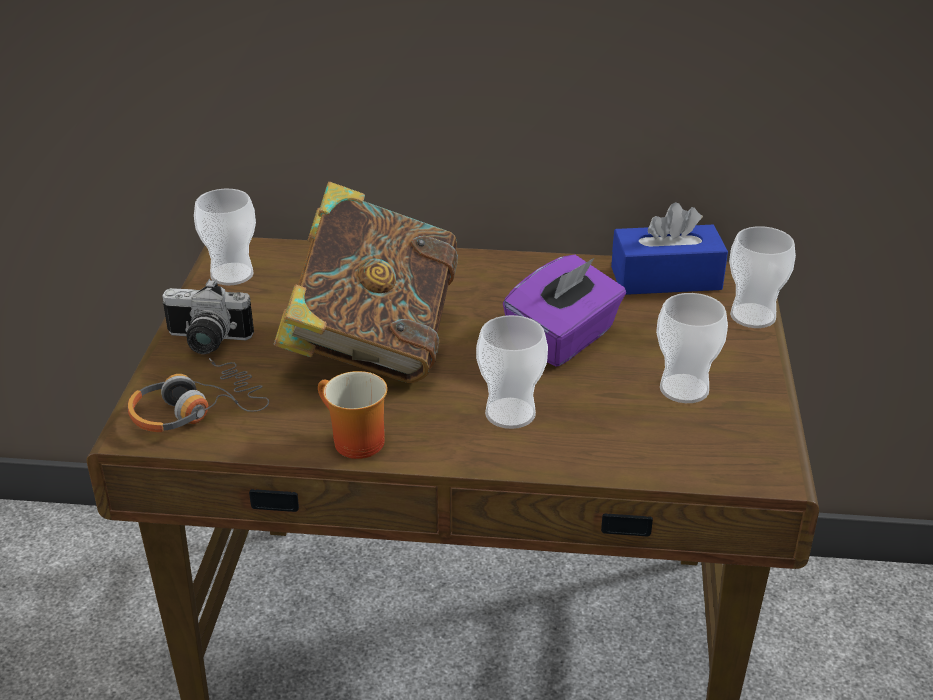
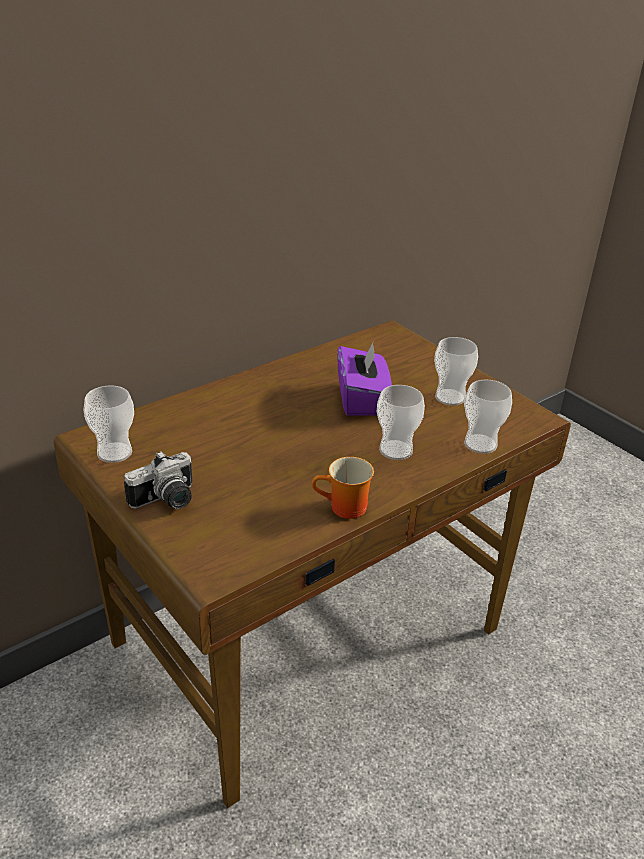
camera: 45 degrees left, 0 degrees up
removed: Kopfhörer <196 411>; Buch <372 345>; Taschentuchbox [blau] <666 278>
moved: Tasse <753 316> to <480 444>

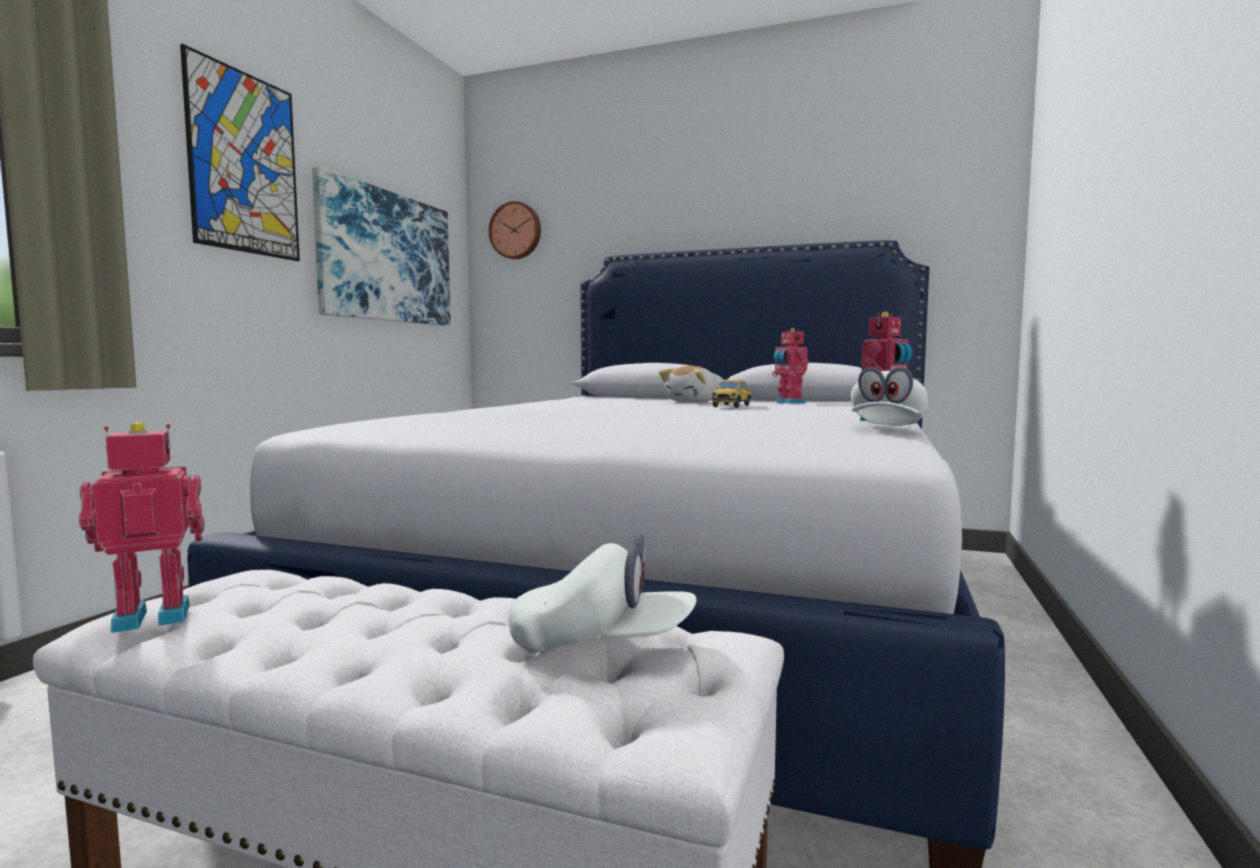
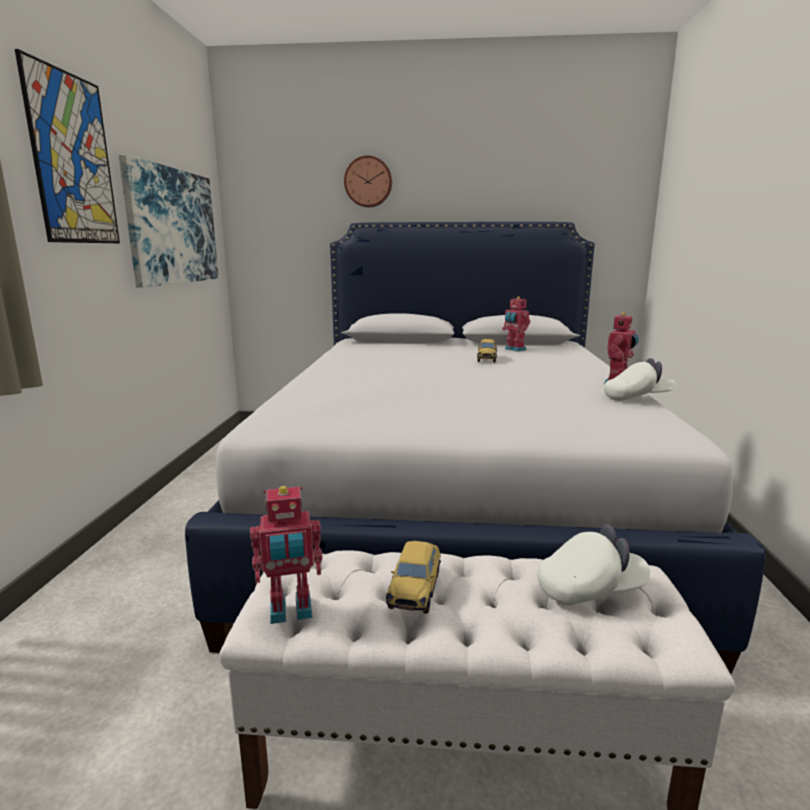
camera: 15 degrees left, 10 degrees up
removed: Plüschtier <694 402>
added: Spielzeugauto <415 589>
moved: Wanduhr <516 231> to <368 182>
turned: Spielzeugroboter <153 616> = <291 611> 150 degrees counterclockwise; Kappe [weiß] <886 428> = <637 398> 105 degrees counterclockwise

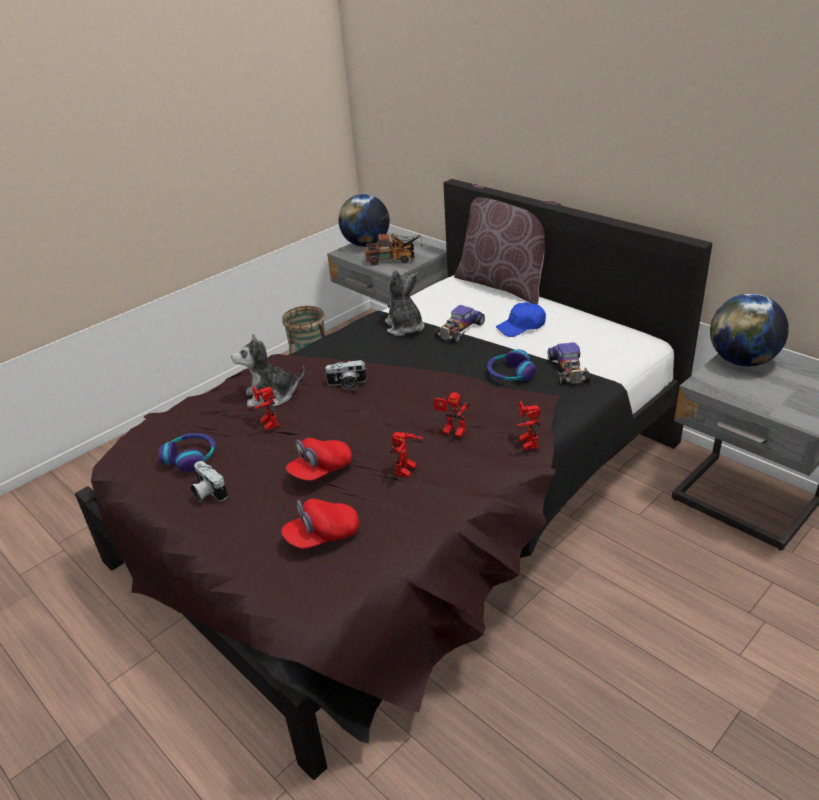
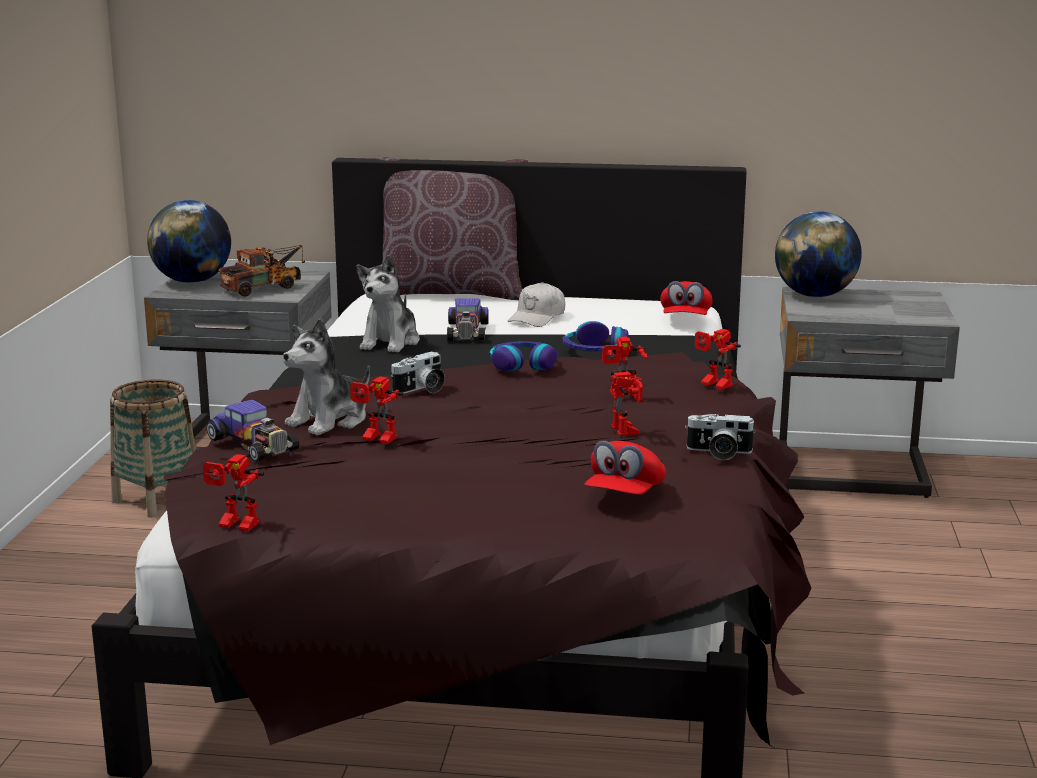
camera: 40 degrees left, 15 degrees down
added: Spielzeugroboter <234 526>
moved: Spielzeugauto <568 369> to <253 444>; Kopfhörer <191 457> to <522 364>; Kappe [rot] <321 471> to <685 320>; Kamera <207 492> to <718 453>
recoloured: Kappe [blau] <521 327> to Kappe [weiß] <537 318>
turned: Plüschtier <404 327> = <390 342> 105 degrees counterclockwise

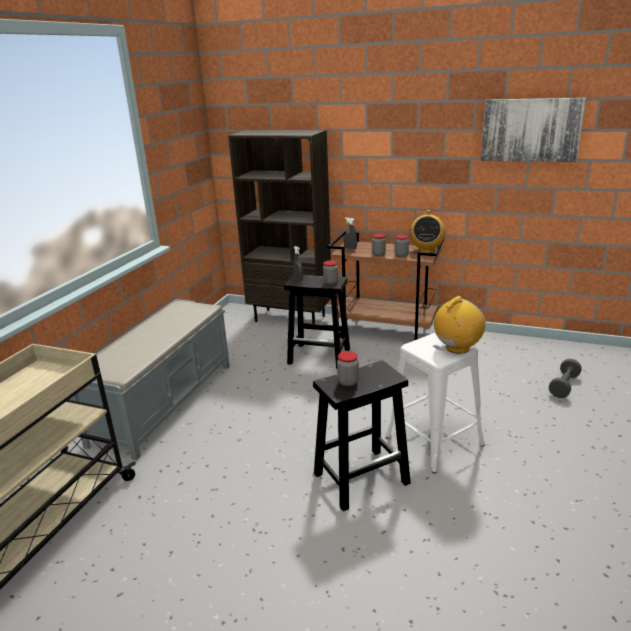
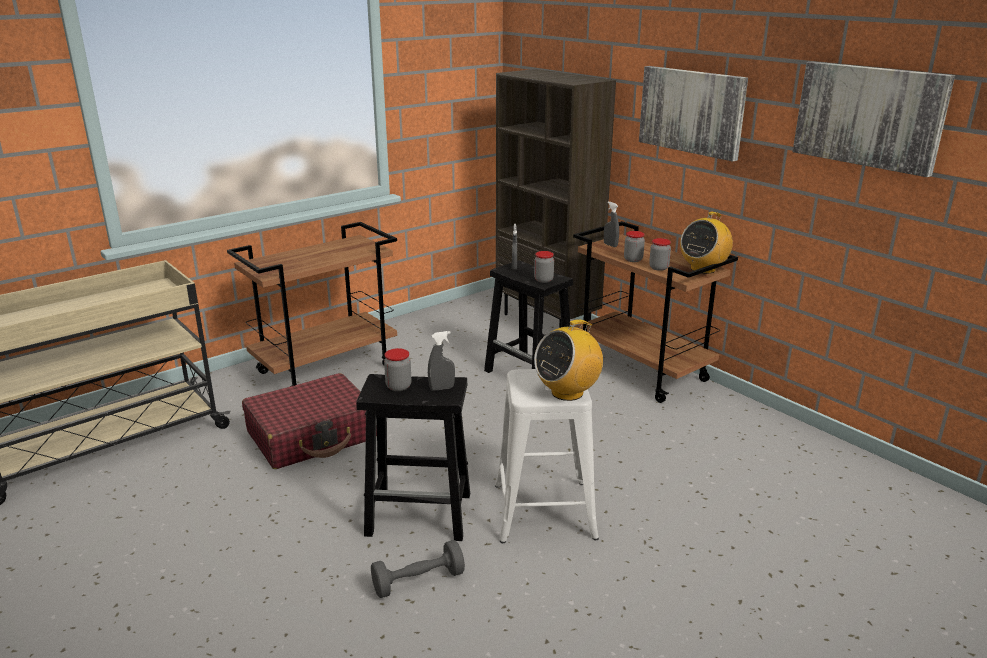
camera: 30 degrees right, 0 degrees up
added: Koffer [rot] <312 435>; Sprühflasche [grau] <441 388>; Bild <692 111>
moved: Hantel [grau] <564 386> to <418 581>
replaced: Bank [grau] <165 401> to Rollwagen [braun] <326 368>
turned: Radio <457 348> = <567 392> 150 degrees clockwise

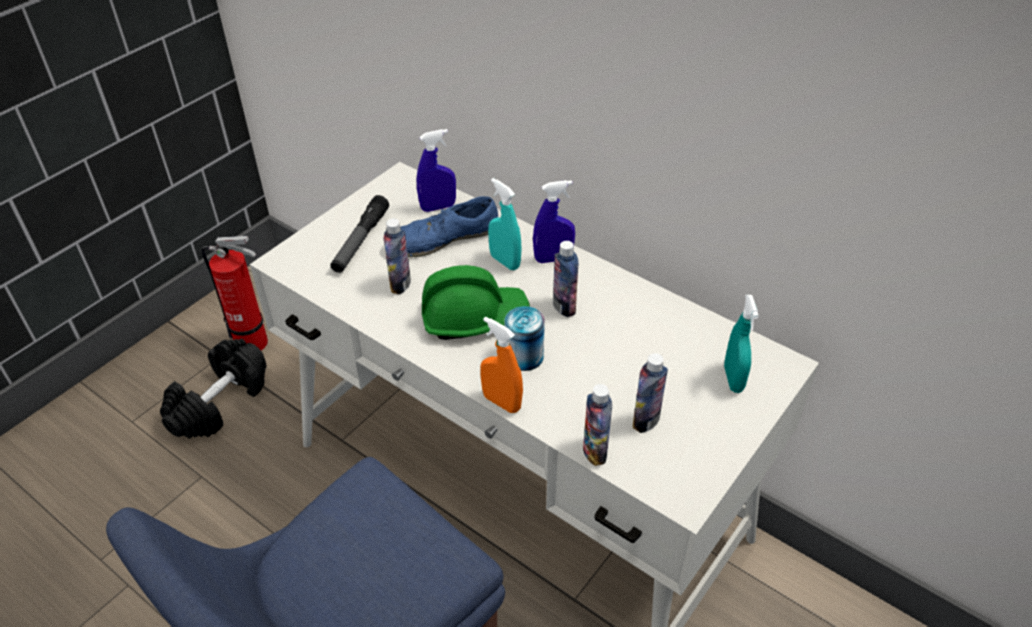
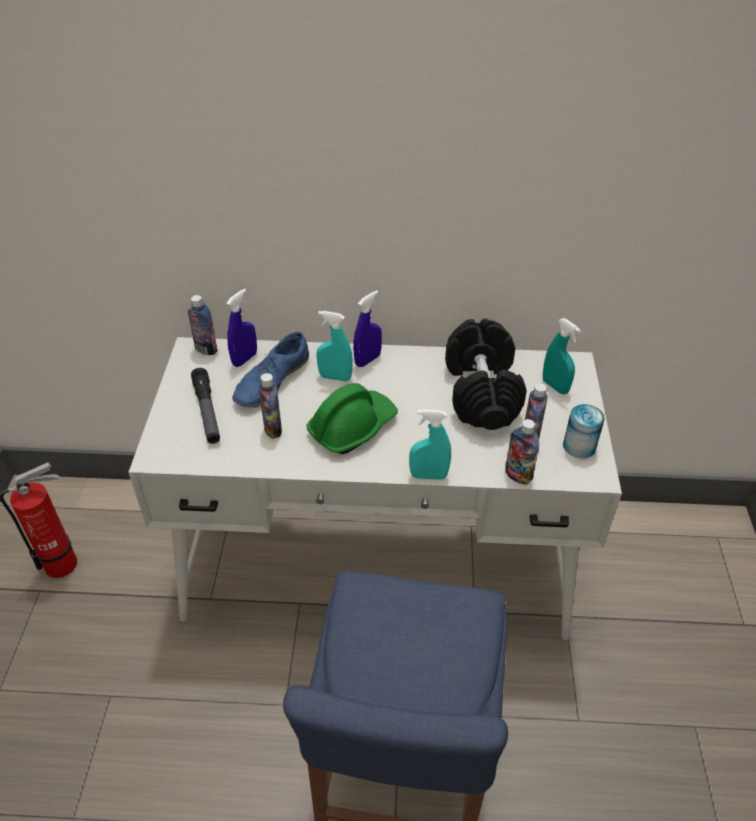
camera: 35 degrees left, 0 degrees up
moved: Flasche <564 307> to <206 349>; Hantel [schwarz] <220 403> to <482 392>; Dose <524 356> to <579 446>
recoloured: Sprühflasche [orange] <501 402> to Sprühflasche [türkis] <428 475>

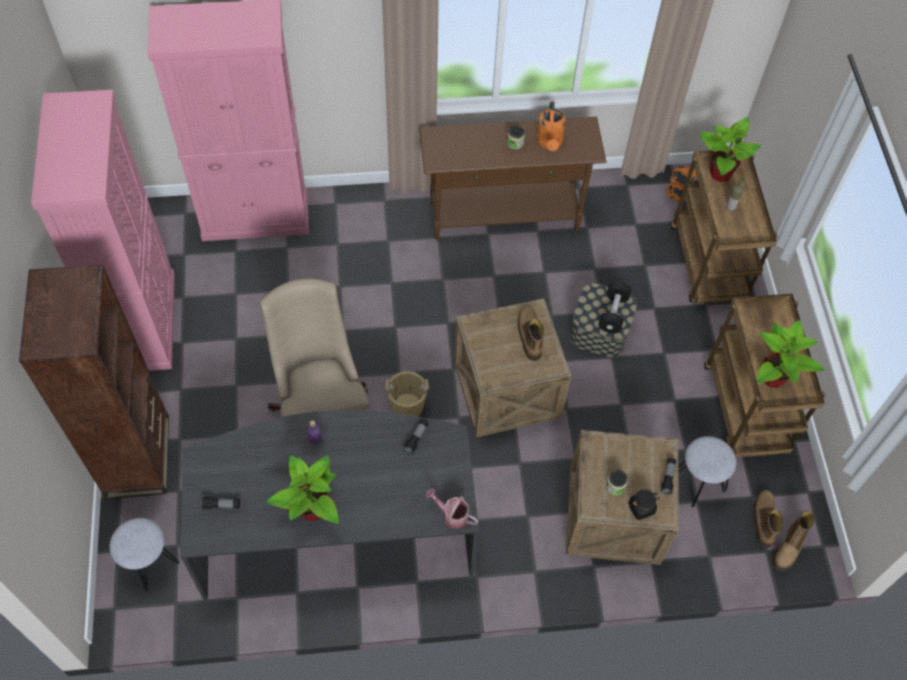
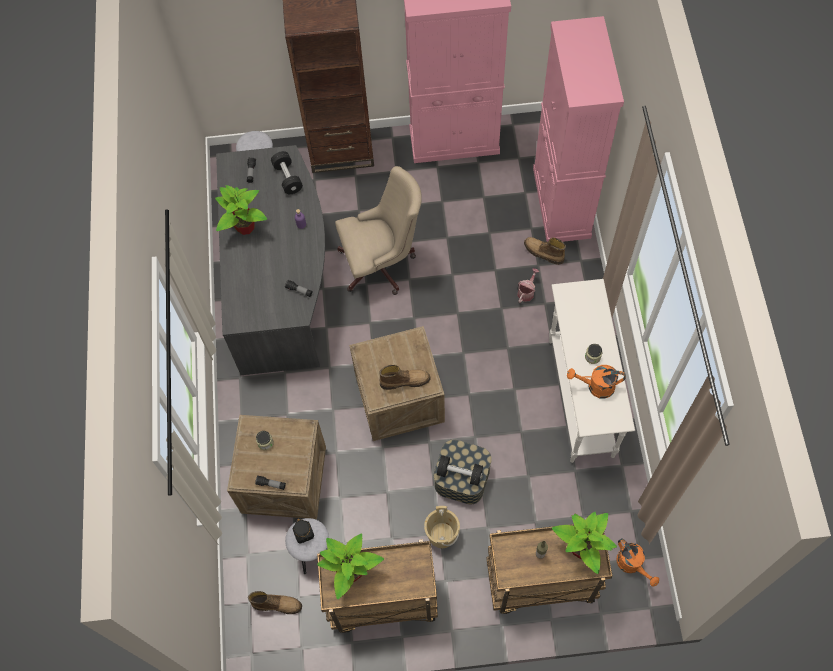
camera: 95 degrees right, 5 degrees up
added: Hantel [schwarz] <287 178>
moved: Vorratsglas [schwarz] <641 508> to <304 533>; Eimer [beige] <407 406> to <442 534>; Gießkanne <452 515> to <526 292>; Stiefel <789 548> to <543 253>
recoloured: Konsolentisch [braun] <505 217> to Konsolentisch [weiß] <580 398>

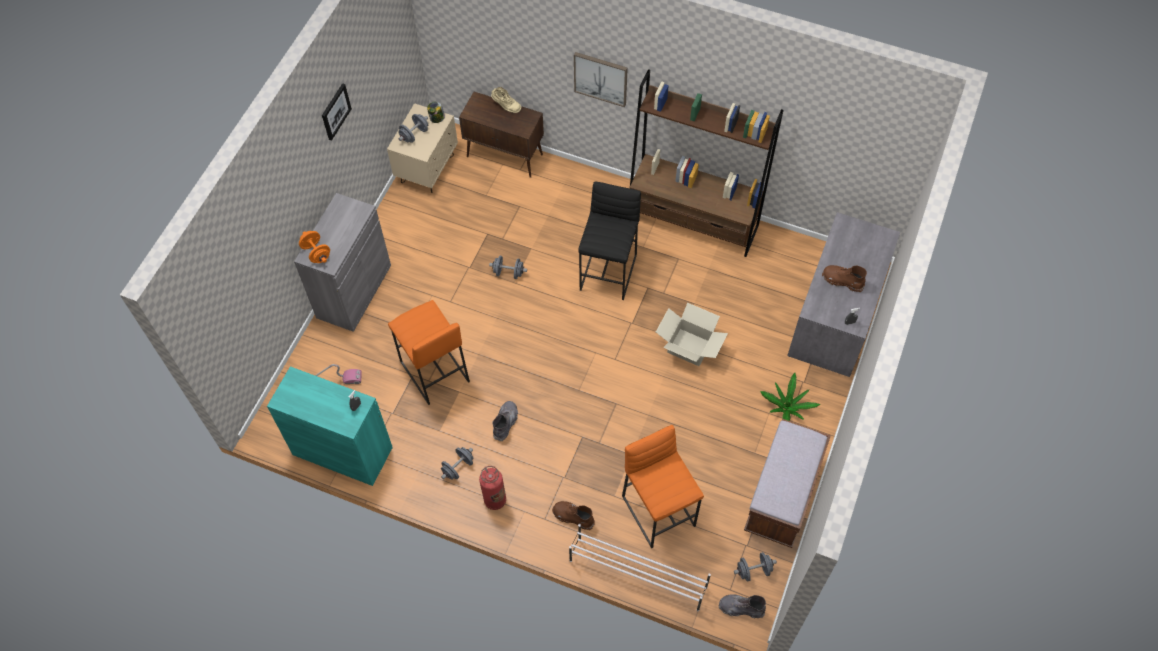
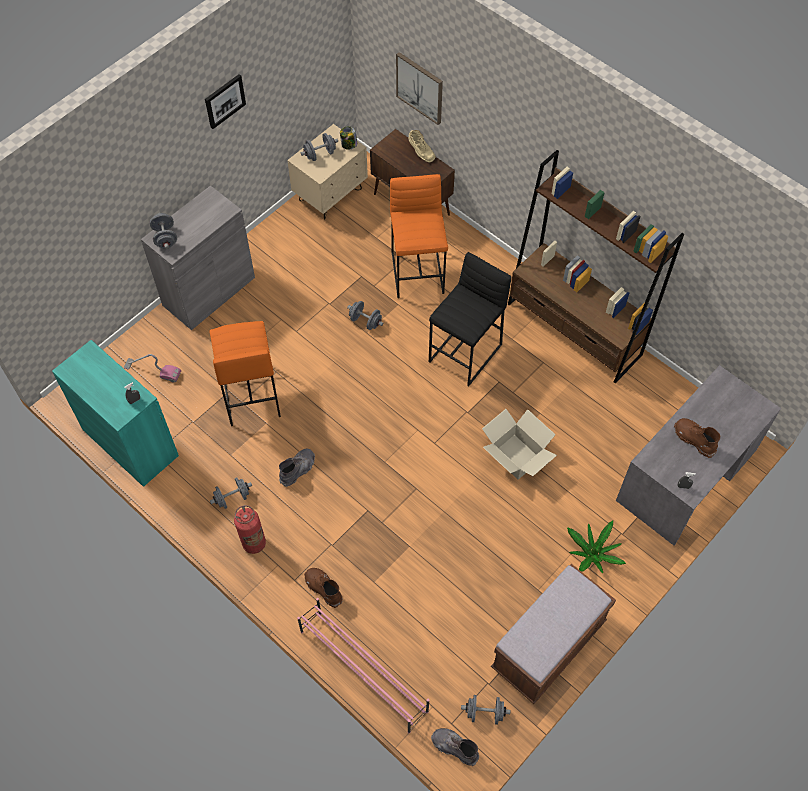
camera: 20 degrees right, 0 degrees up
moved: Hocker [orange] <659 510> to <418 272>; Bild <601 78> to <420 87>
recoloured: Hantel [orange] <316 253> to Hantel [grau] <165 238>; Schuhregal [weiß] <637 573> to Schuhregal [rosa] <363 670>

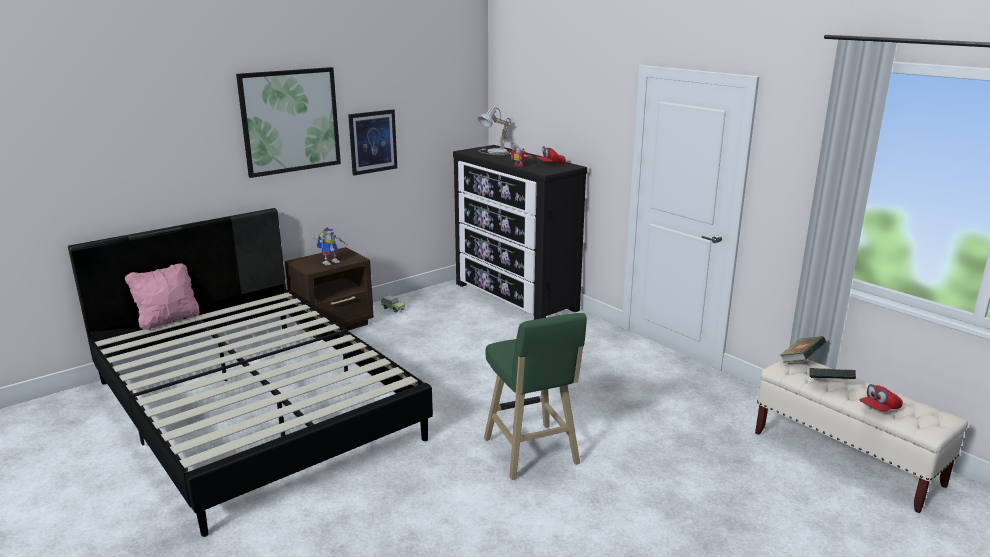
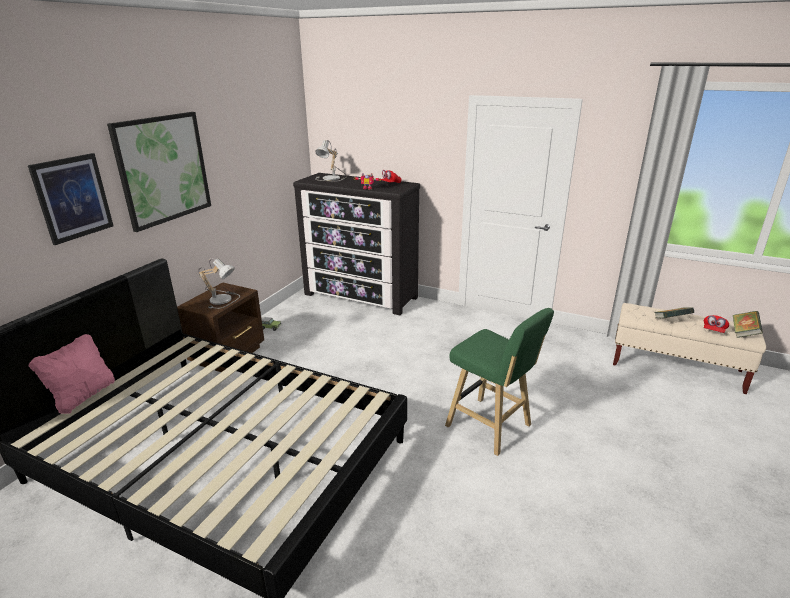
camera: 25 degrees left, 5 degrees up
moved: Bild <373 142> to <73 198>; Buch <800 360> to <743 333>
replaced: Spielzeugroboter <331 262> to Tischlampe <223 299>

